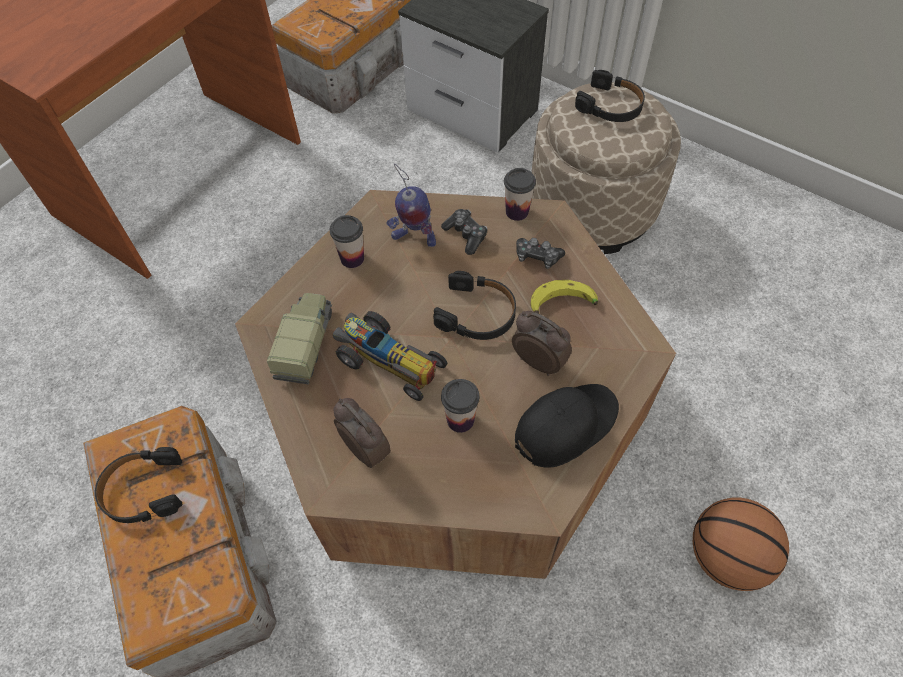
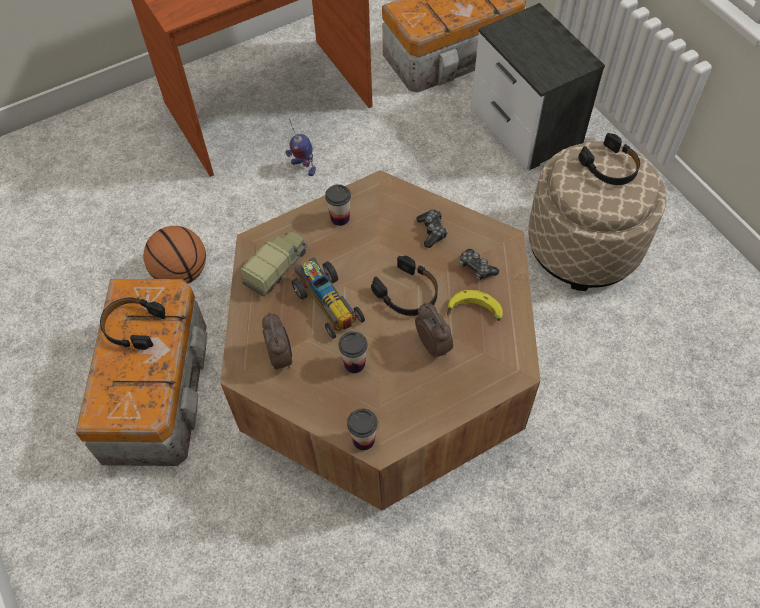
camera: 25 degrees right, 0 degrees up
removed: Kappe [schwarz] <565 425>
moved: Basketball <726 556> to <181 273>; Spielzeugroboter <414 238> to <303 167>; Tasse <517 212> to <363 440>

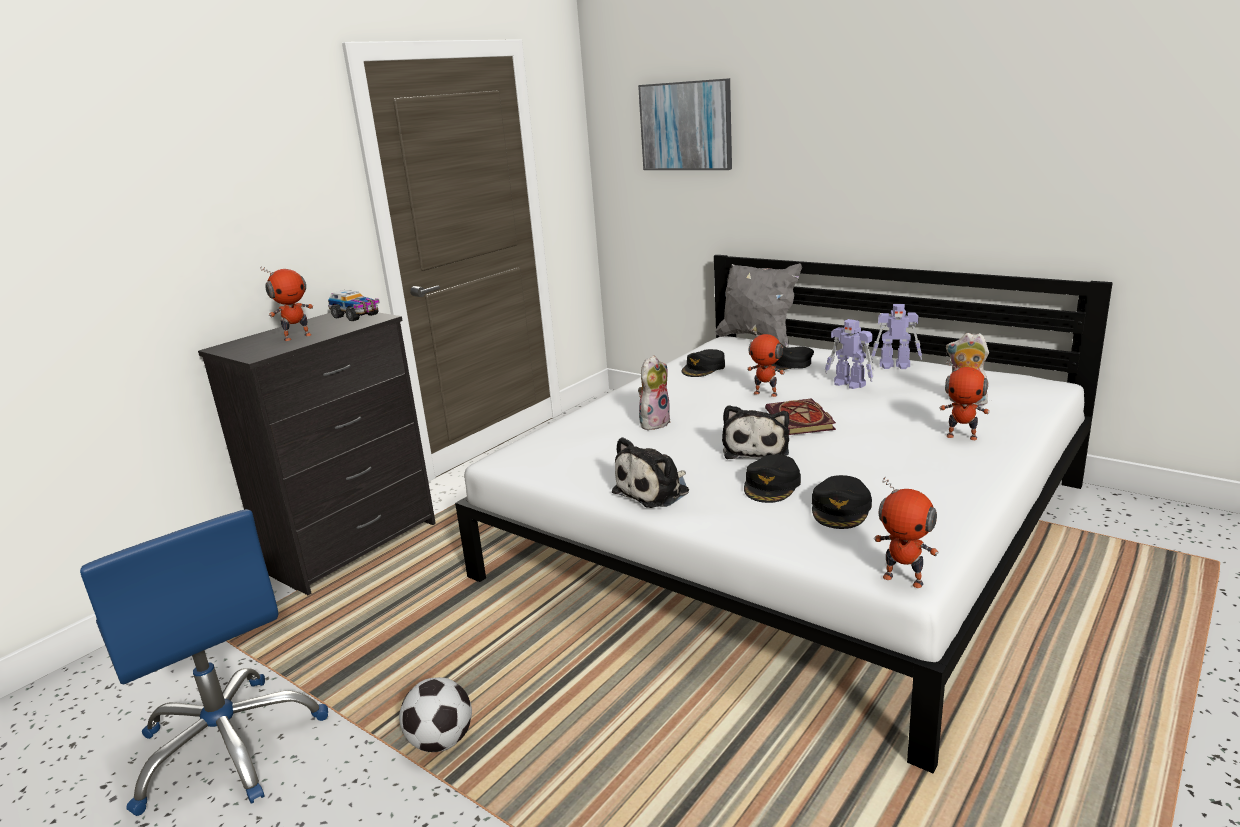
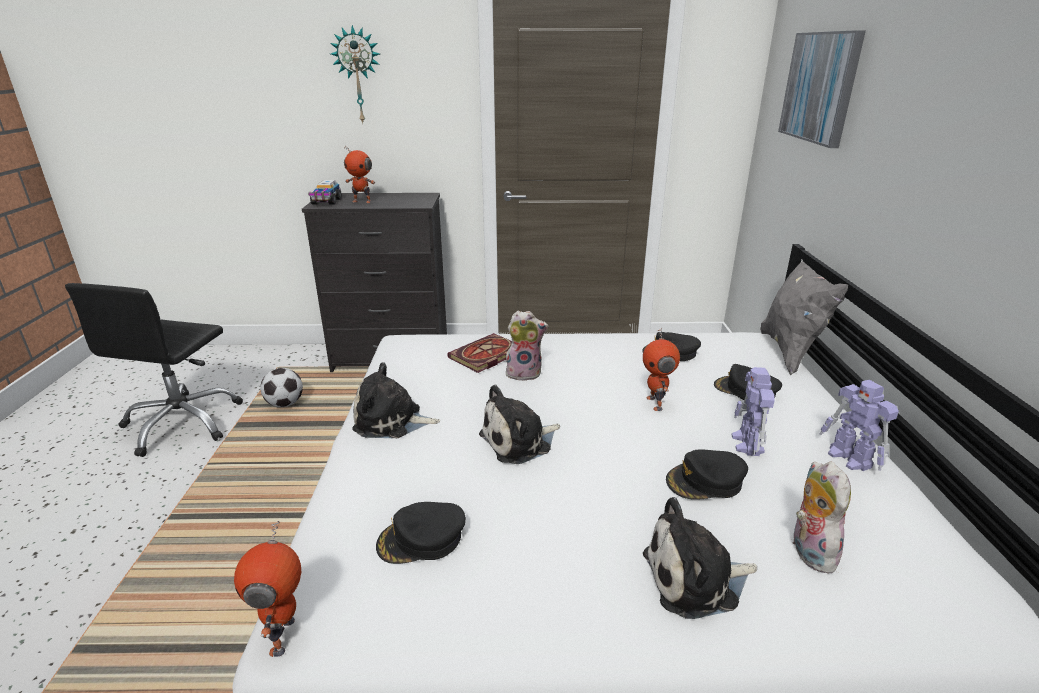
camera: 50 degrees right, 5 degrees up
added: Wanduhr <358 76>
moved: Fußball <441 741> to <285 404>; Spielzeuglaster <356 316> to <326 201>; Buch <802 421> to <485 356>; Kappe [schwarz] <772 485> to <705 481>
replaced: Spielzeugroboter <962 436> to Plüschtier <695 579>
recoloured: Bürostuhl [blau] <229 746> to Bürostuhl [schwarz] <183 423>

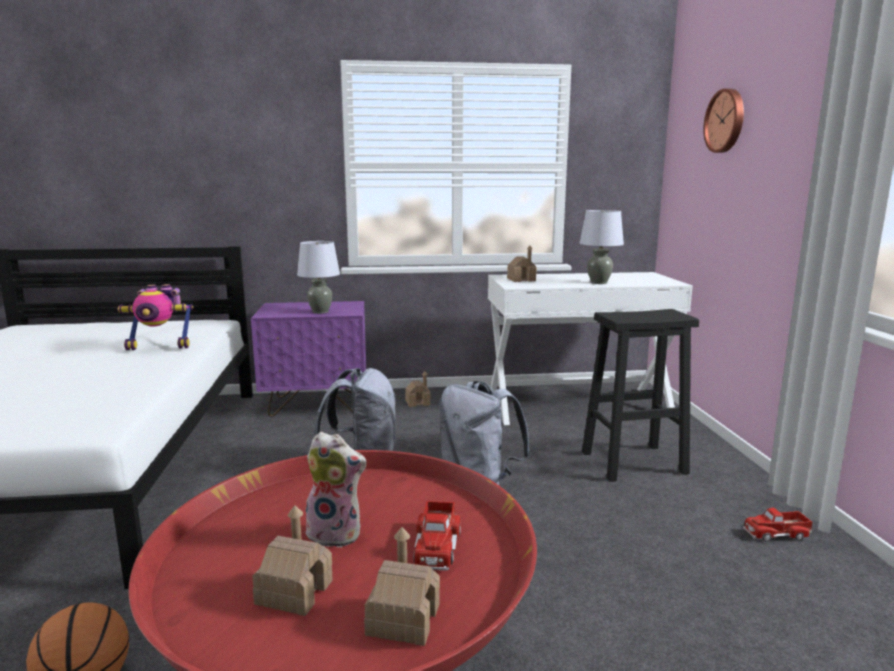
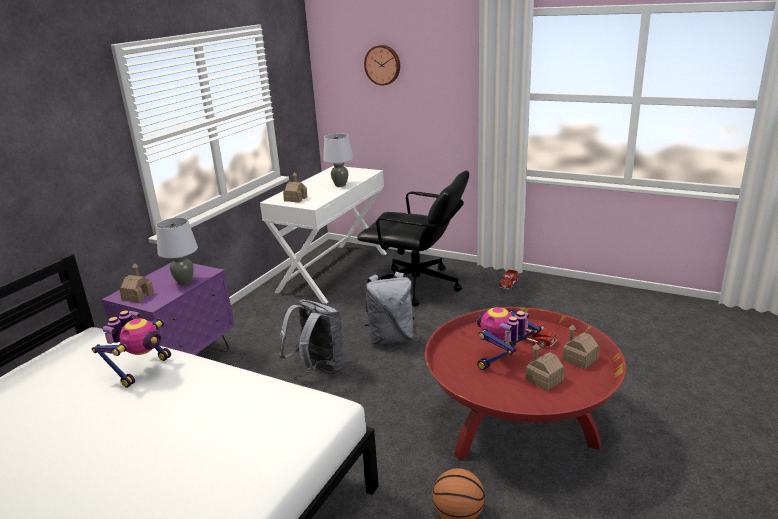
camera: 55 degrees left, 10 degrees up
moved: Spielzeughaus <417 402> to <138 296>
replaced: Hocker [schwarz] <632 463> to Bürostuhl [schwarz] <417 286>; Plüschtier <337 533> to Spielzeugroboter <503 360>

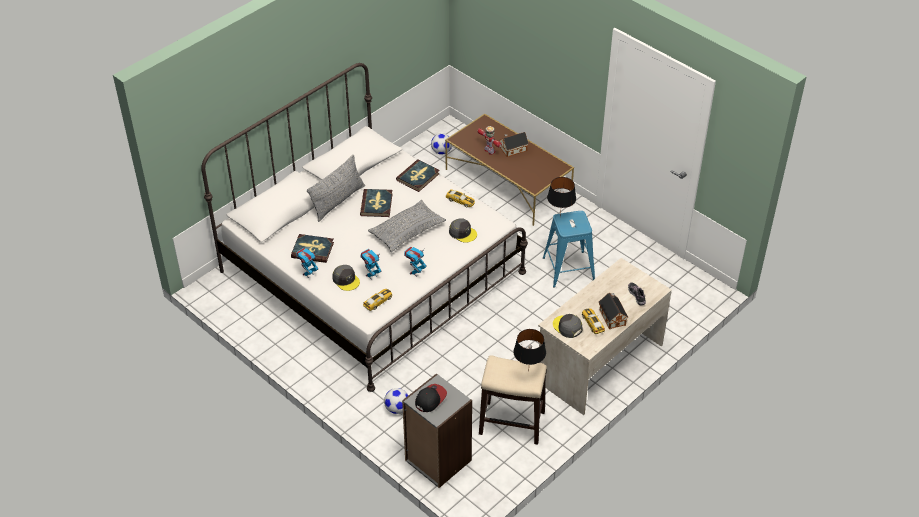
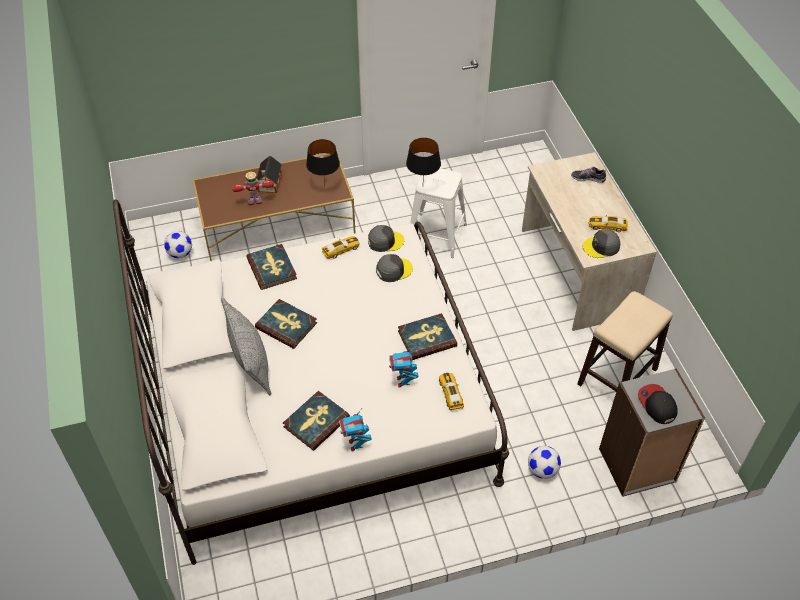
camera: 60 degrees left, 5 degrees up
removed: Kissen [grau] <407 232>; Spielzeughaus <612 316>
moved: Tischlampe [schwarz] <528 371> to <324 186>; Kappe [grau] <346 280> to <385 241>
replaced: Spielzeugroboter <415 272> to Buch <427 338>
recoloured: Hocker [blau] <568 269> to Hocker [weiß] <436 235>

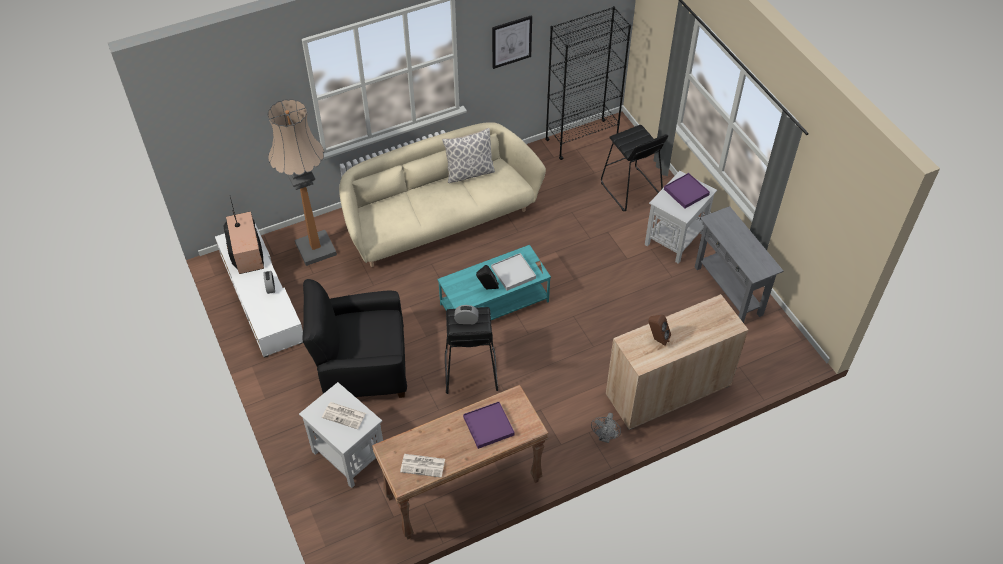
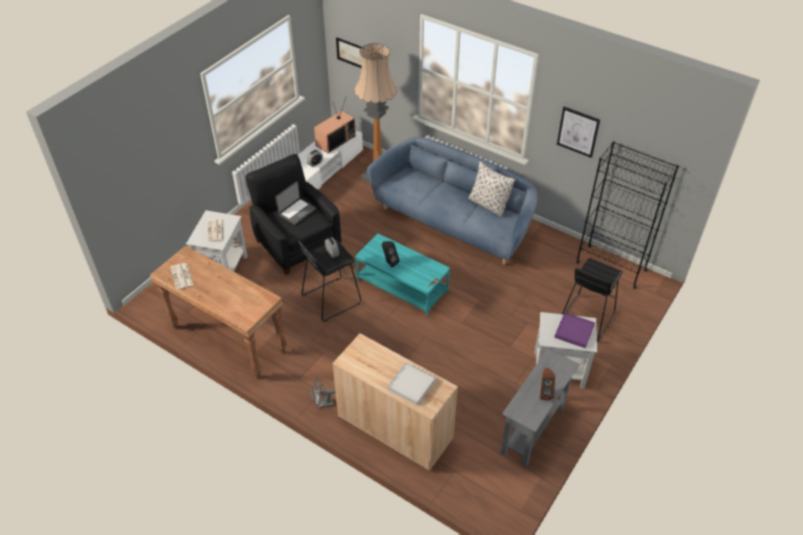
camera: 60 degrees right, 5 degrees down
removed: Tablett [lila] <488 426>
added: Laptop <296 211>; Bild <351 53>
moved: Tablett [weiß] <513 273> to <411 384>; Lautsprecher [braun] <657 339> to <544 392>
recoloured: Sofa [beige] <438 219> to Sofa [blau] <454 222>

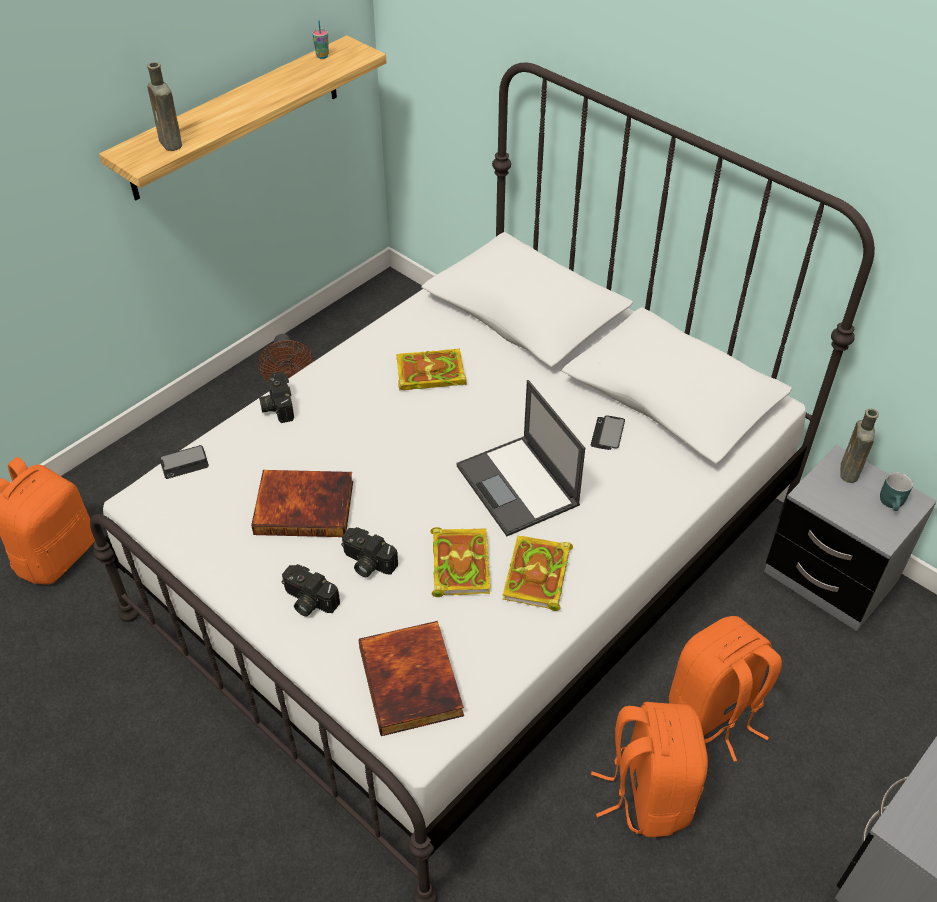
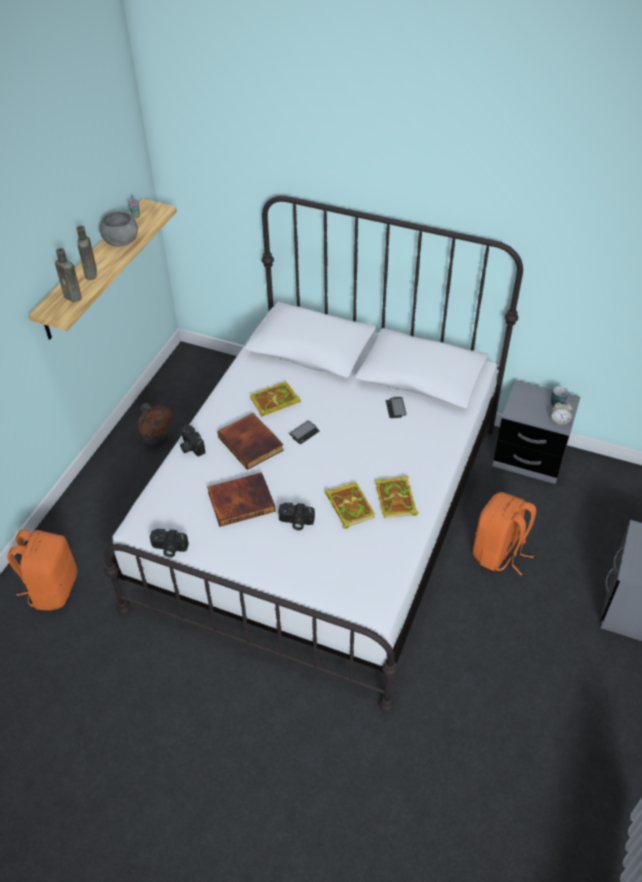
camera: 20 degrees left, 0 degrees up
removed: Laptop <518 486>; Rucksack [orange] <647 793>
added: Schüssel [grau] <121 241>; Wecker <559 420>
moved: Flasche [braun] <849 473> to <91 275>; Kamera <308 601> to <169 548>; Buch <413 681> to <252 443>; Handy <184 463> to <304 433>

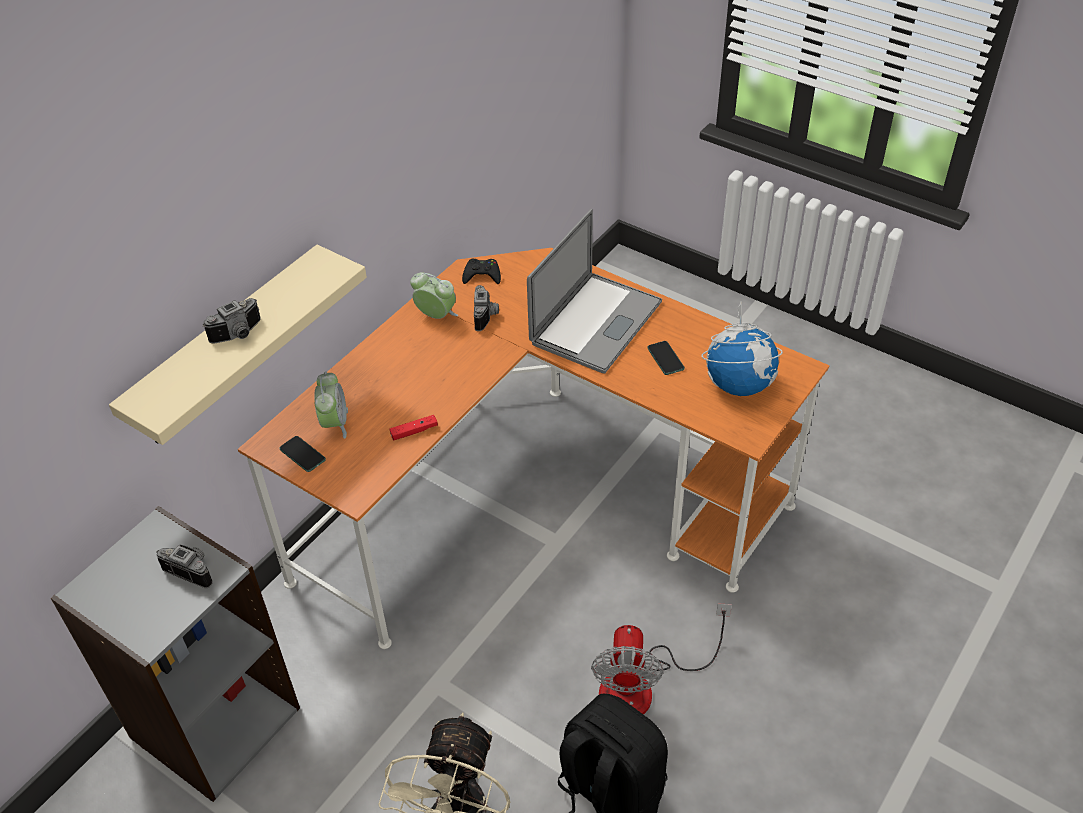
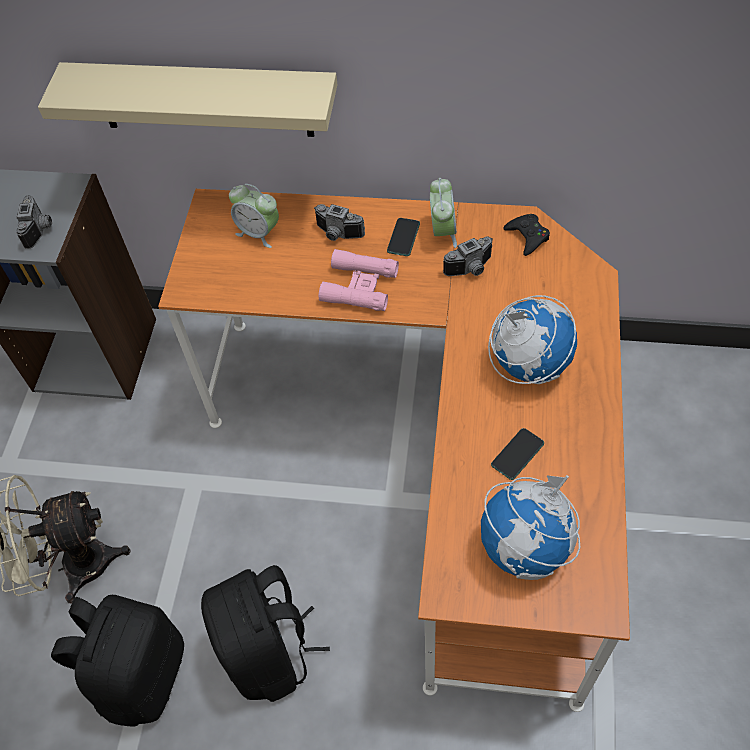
camera: 65 degrees right, 10 degrees up
removed: Gamepad [rot] <414 431>
added: Fernglas [rosa] <359 286>
moved: Kamera <239 335> to <337 235>; Handy <302 454> to <403 238>
replaced: Ventilator <642 685> to Rucksack [schwarz] <270 652>; Laptop <596 322> to Globus <528 364>
turned: Wecker <334 423> = <259 233> 60 degrees clockwise

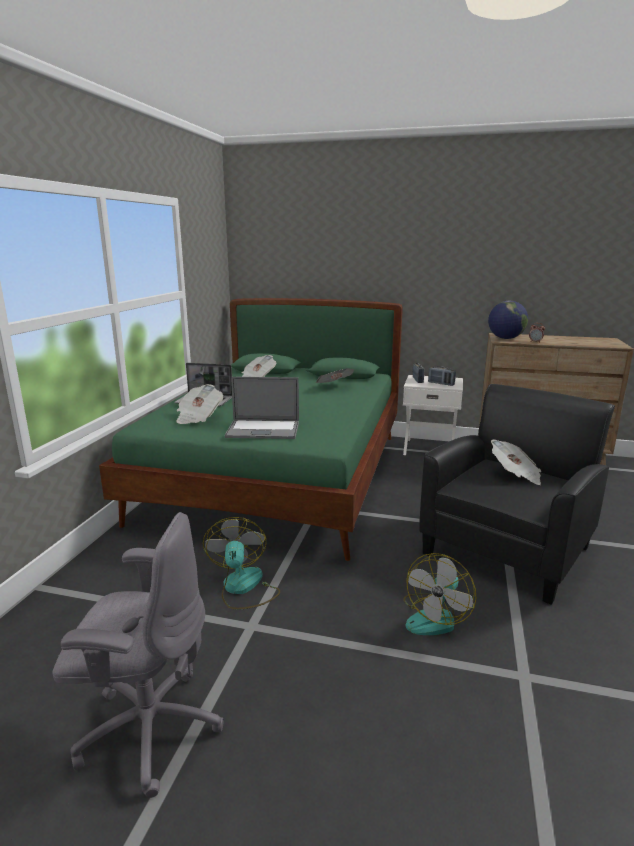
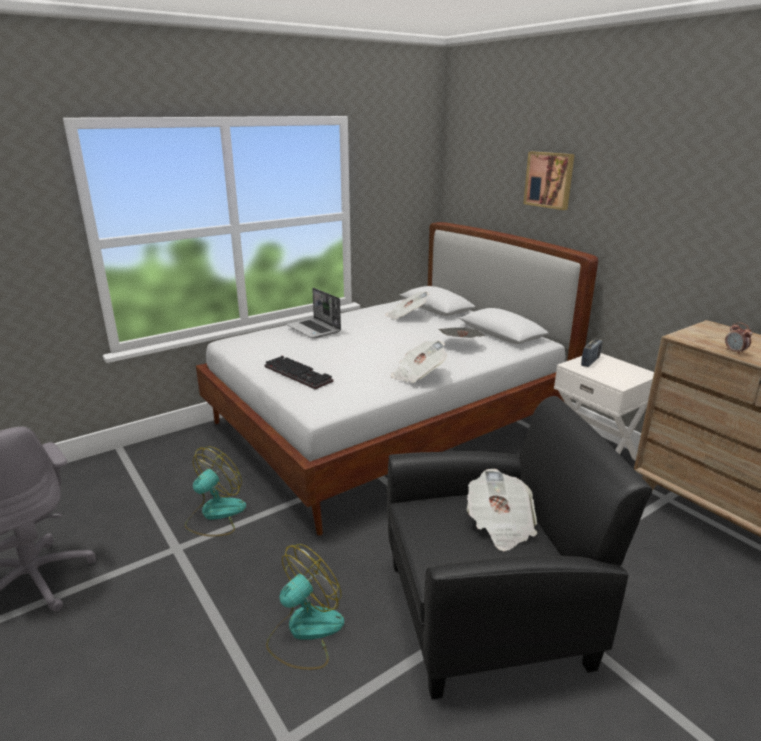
camera: 40 degrees right, 5 degrees up
removed: Radio <441 384>; Globus <505 338>
added: Bild <549 180>
moved: Zeitung <198 417> to <418 375>
replaced: Laptop <263 430> to Tastatur <300 374>
recoloured: Bett [grün] <280 476> to Bett [weiß] <389 426>
turned: Ventilator <435 617> = <305 632> 150 degrees clockwise

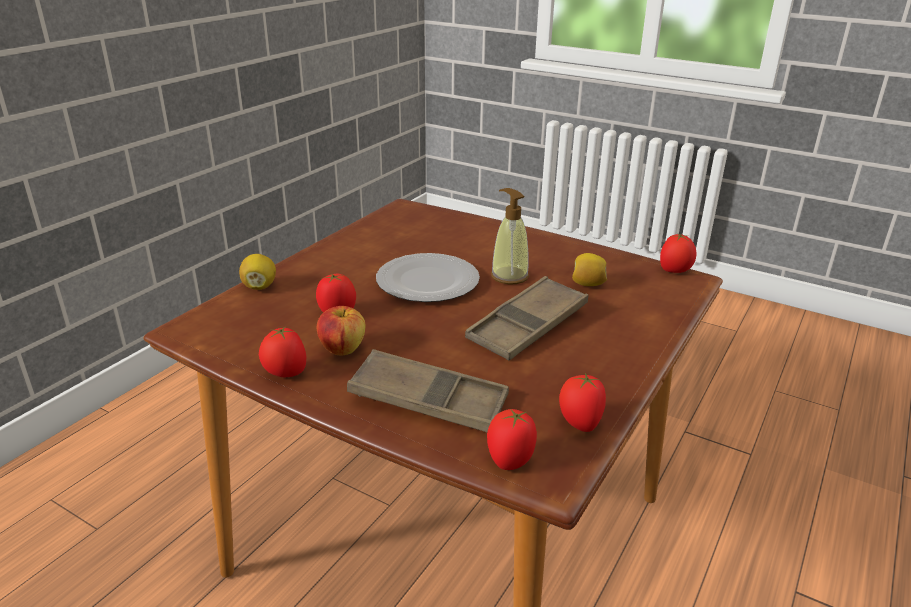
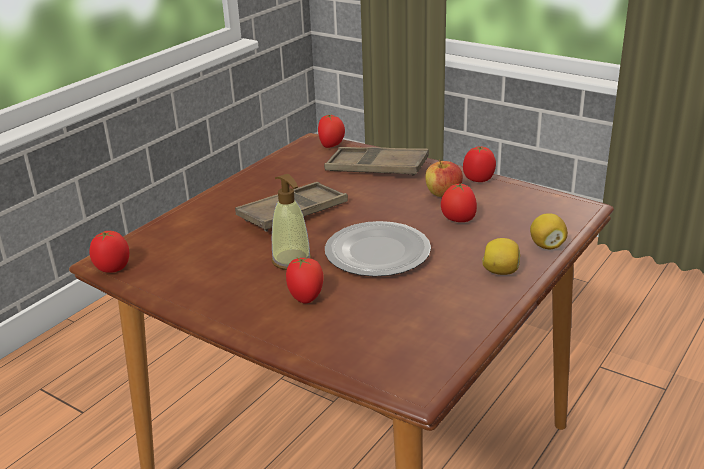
camera: 175 degrees left, 0 degrees up
moved: Tomate <579 423> to <306 298>; Zitrone <587 284> to <501 271>

